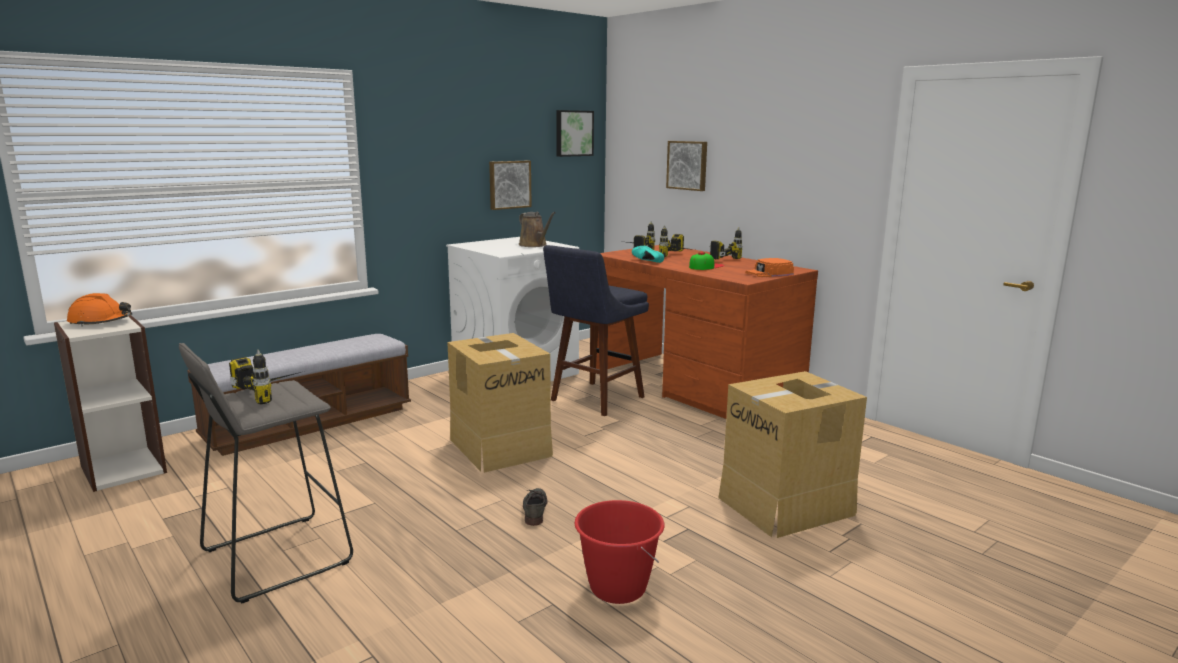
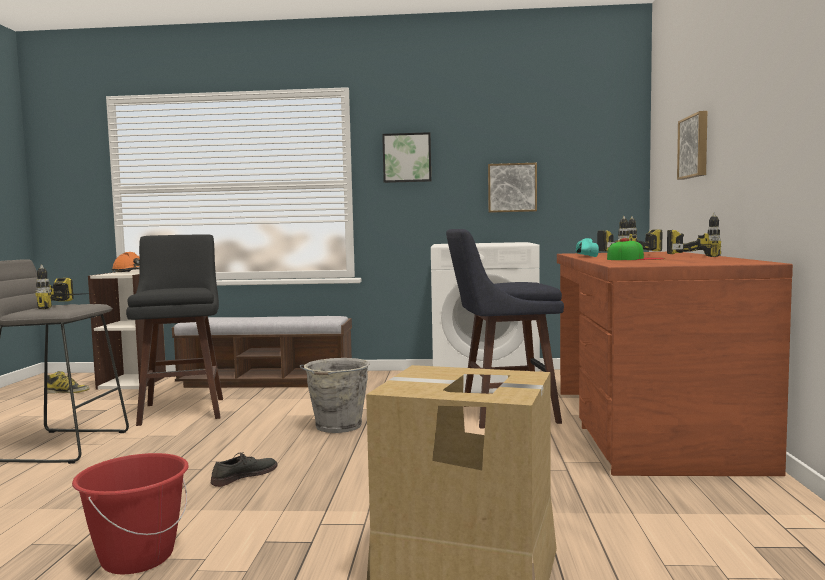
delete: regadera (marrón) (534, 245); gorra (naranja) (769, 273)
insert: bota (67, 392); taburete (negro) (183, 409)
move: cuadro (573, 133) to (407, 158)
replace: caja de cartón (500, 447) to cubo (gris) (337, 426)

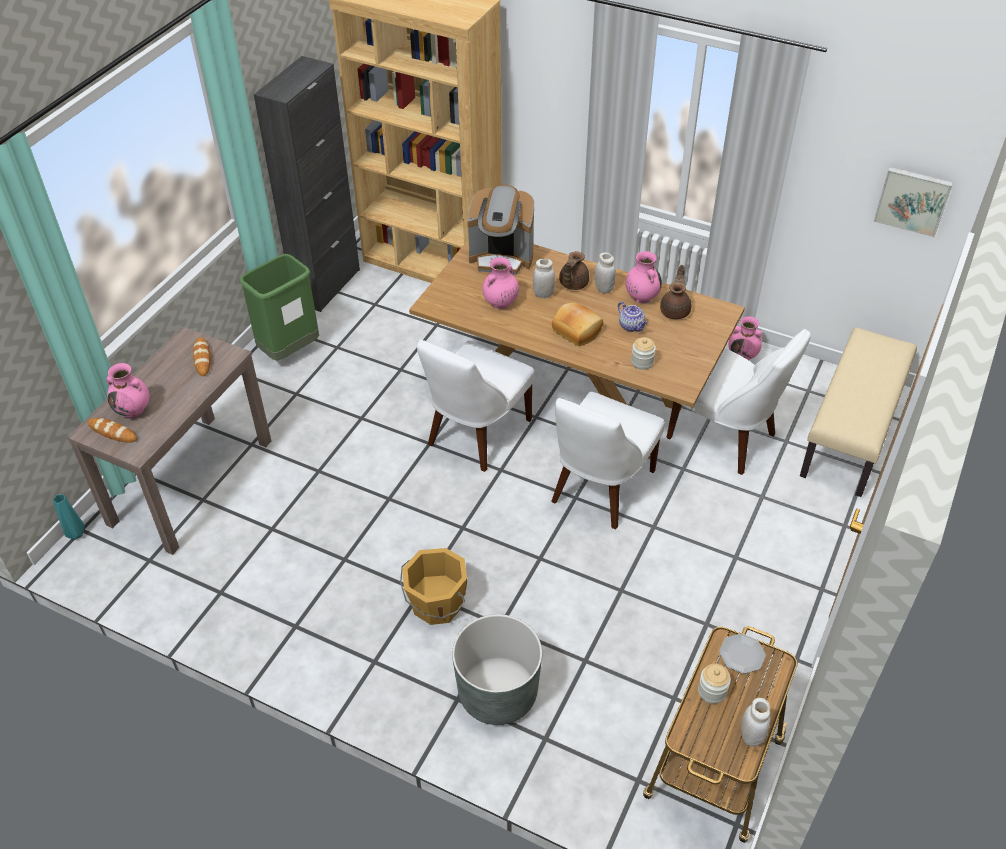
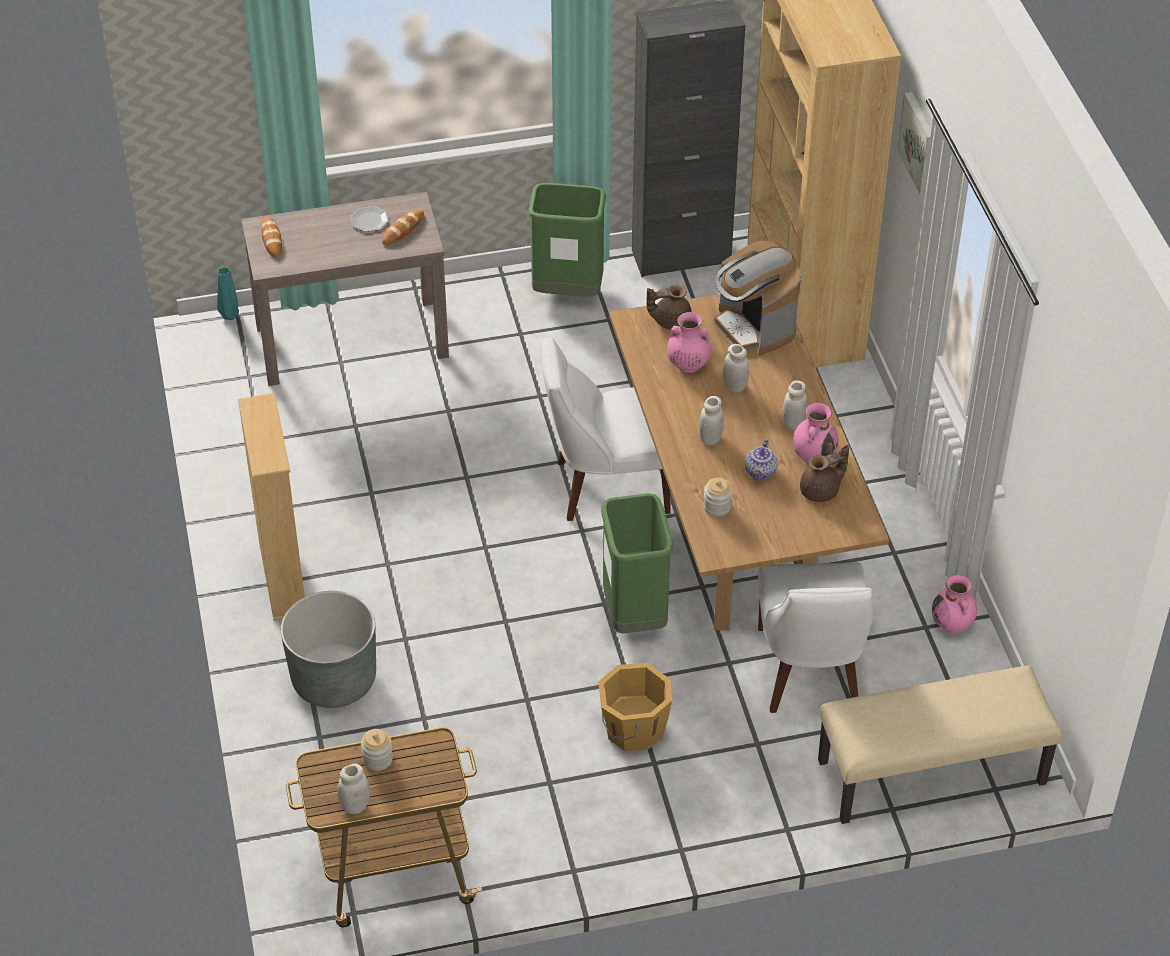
delete: florero (rosa) (133, 410)
insert: estantería (beis) (283, 579)
move: cubo (naranja) (436, 604) to (633, 728); tetera (marrón) (572, 284) to (670, 320); plato (741, 655) to (369, 220); cuadro (913, 200) to (920, 142)
replace: silla (blanco) (600, 489) to papelera (verde) (634, 615); pan (577, 330) to tarro (blanco) (710, 438)

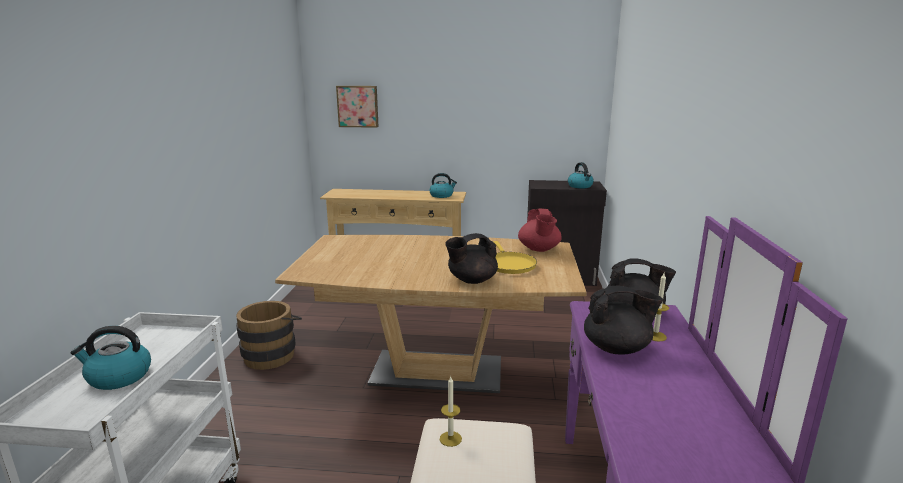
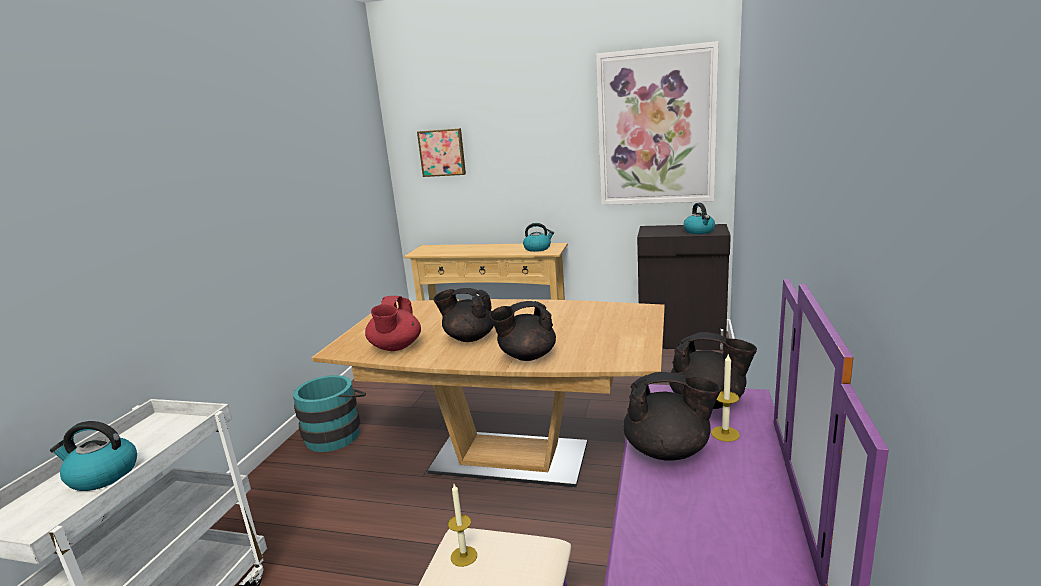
delete: sartén (amarillo) (509, 264)
insert: tetera (negro) (469, 338); cuadro (656, 128)
move: tetera (rojo) (539, 249) to (395, 347)
recolor: cubo (marrón) (272, 354) to cubo (turquesa) (336, 433)

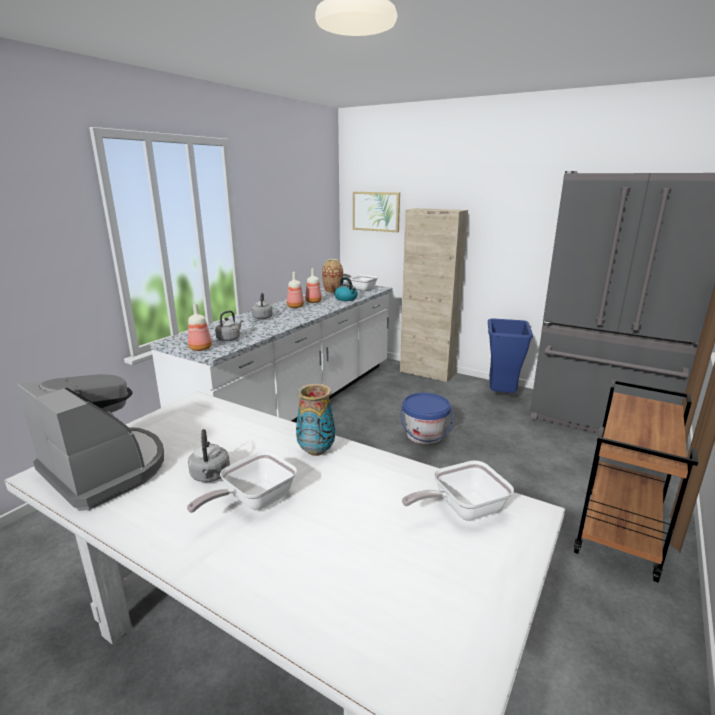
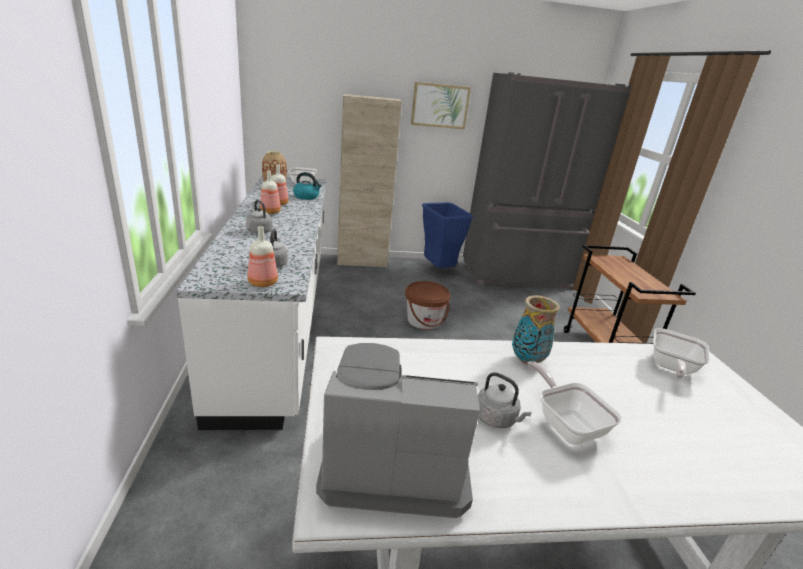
move: cuadro (376, 211) to (440, 105)
recolor: cubo (azul) (424, 435) to cubo (marrón) (424, 321)
rotate: sartén (253, 501) = (566, 424) 150 degrees clockwise

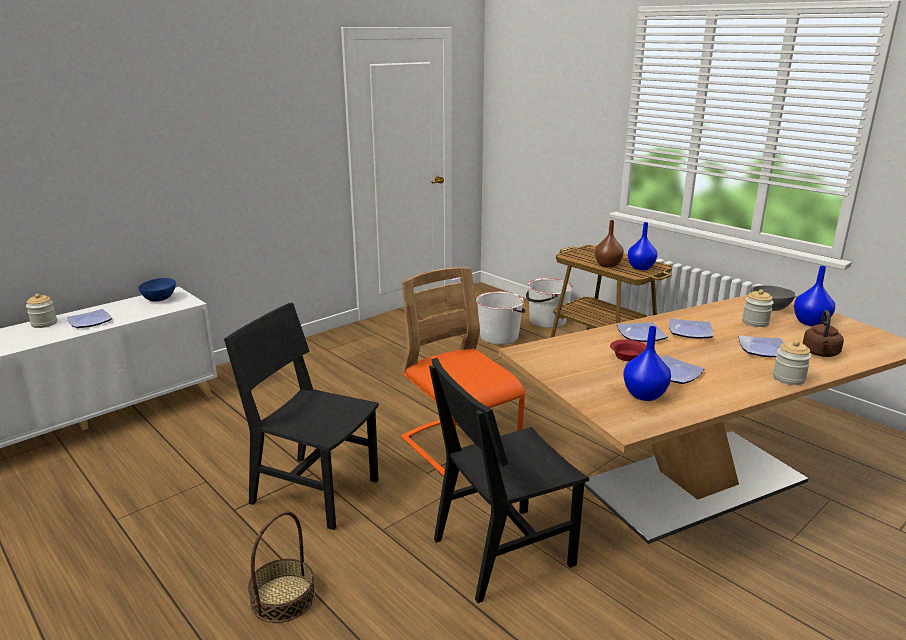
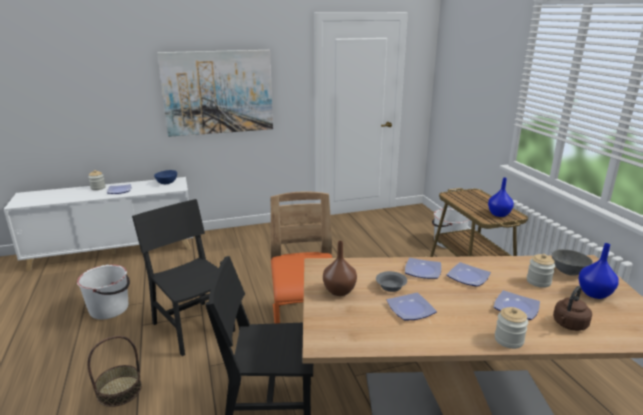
delete: florero (azul) (643, 395)
insert: cuadro (218, 92)
move: cubo (blanco) (499, 336) to (110, 309); florero (marrón) (607, 265) to (338, 291)
recolor: cuenco (rojo) (627, 357) to cuenco (gris) (390, 286)

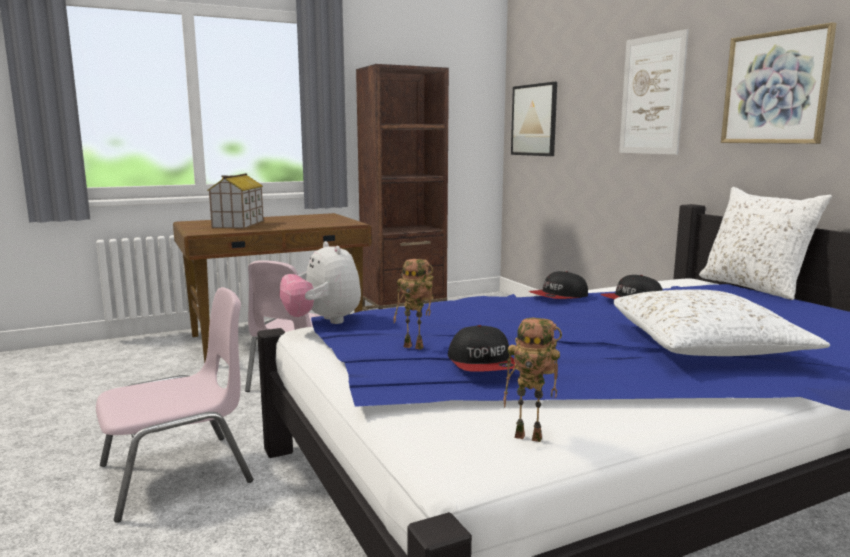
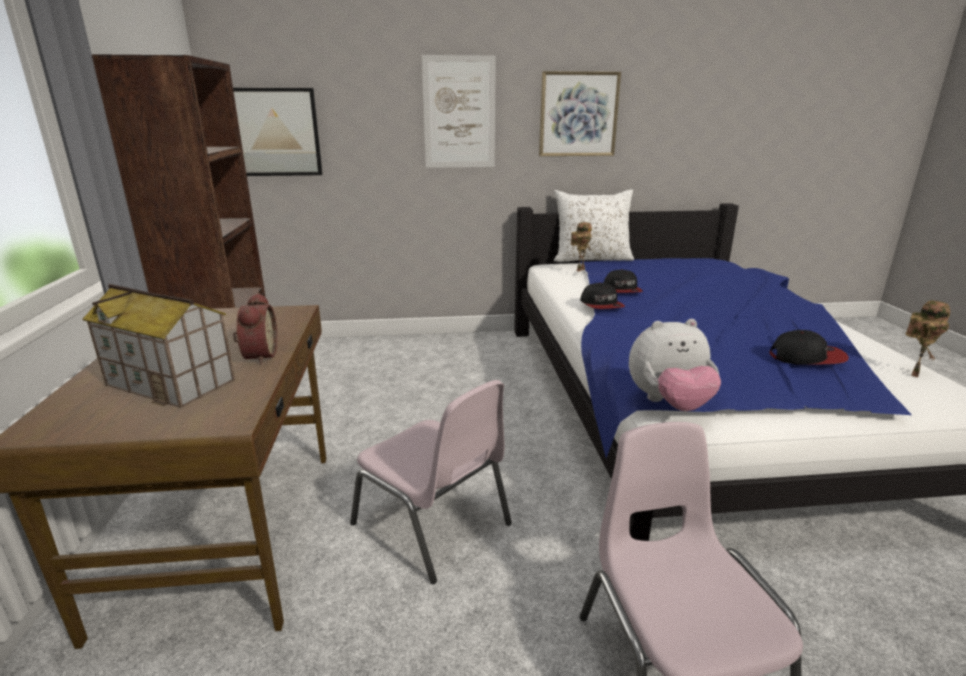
delete: cojín (blanco) (706, 346)
insert: despertador (258, 356)
move: robot de juguete (415, 346) to (580, 269)

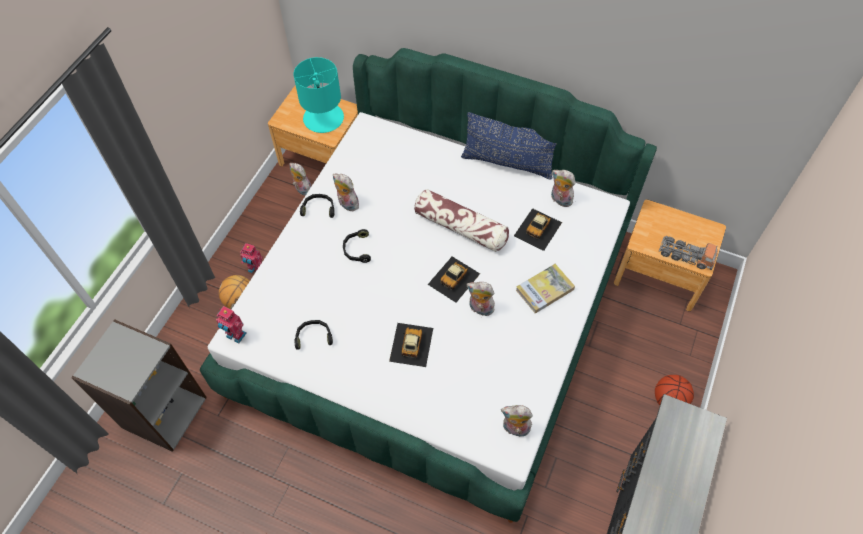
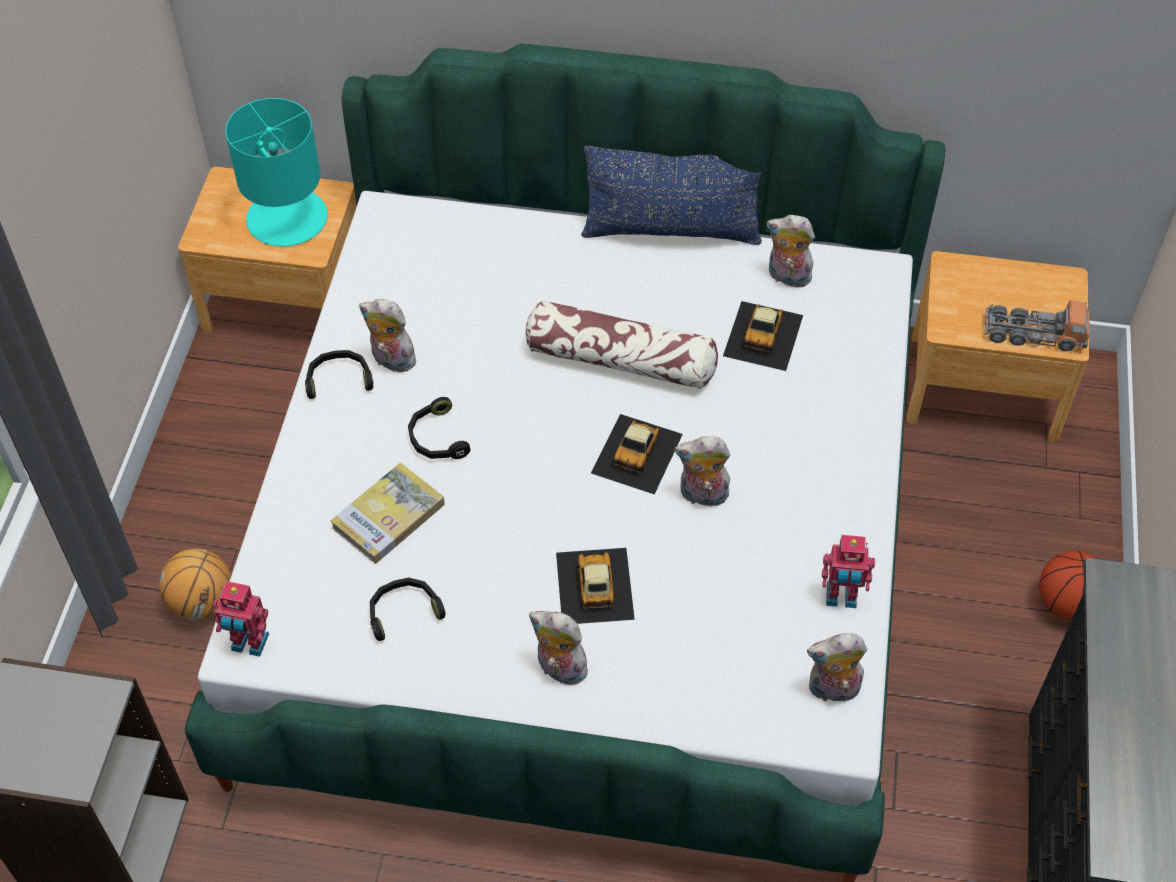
move: robot de juguete (255, 270) to (841, 597); peluche (302, 189) to (558, 669); libro (544, 289) to (388, 516)

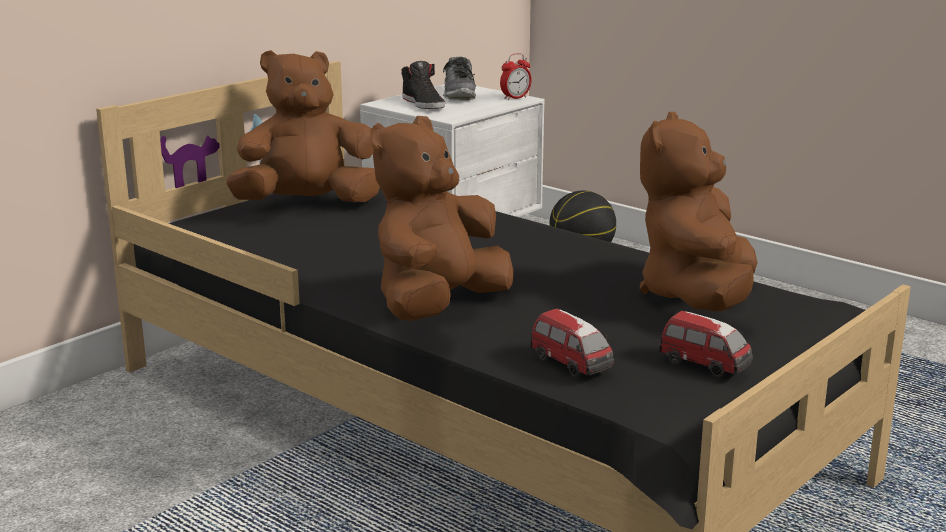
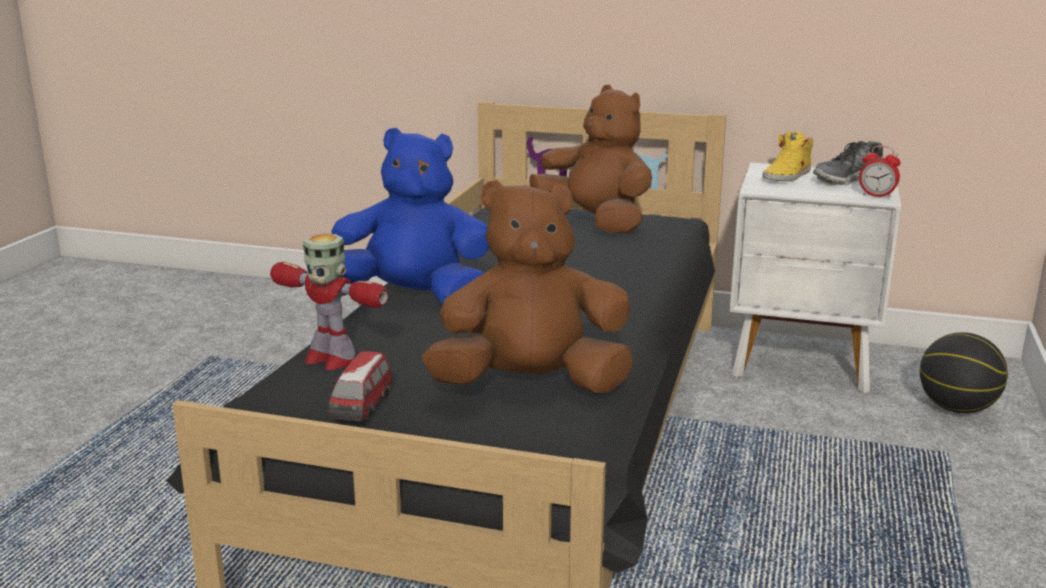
replace: coche de juguete (572, 364) to robot de juguete (330, 359)
recolor: peluche (marrón) (438, 307) to peluche (azul) (413, 298); zapato (negro) (424, 104) to zapato (amarillo) (787, 176)

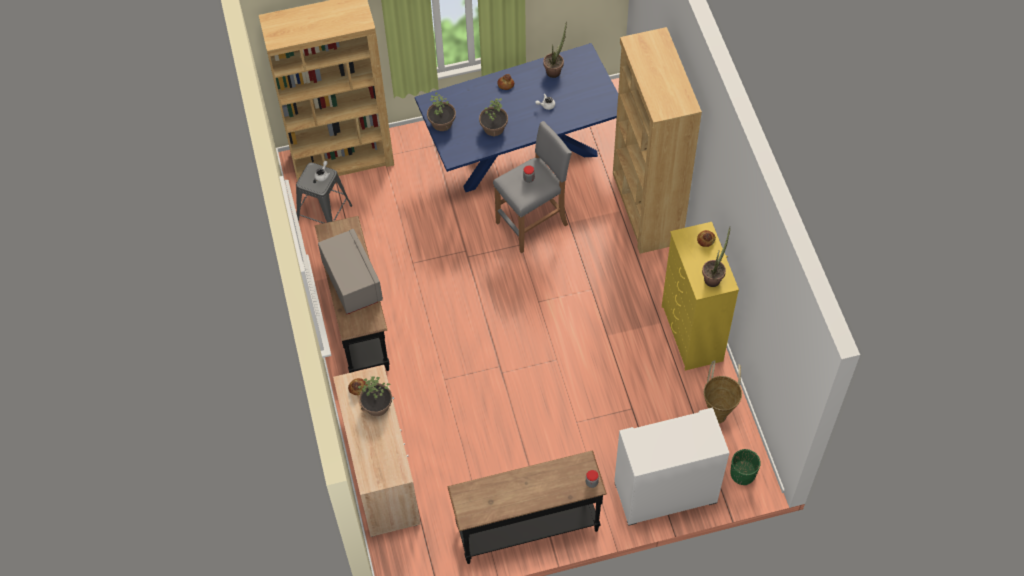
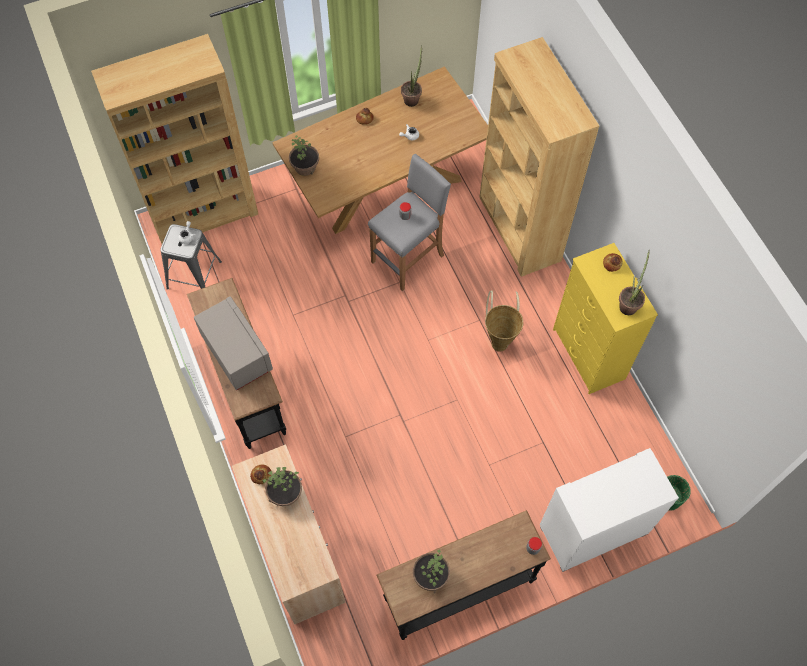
move: planta en maceta (493, 128) to (430, 576); cesta (718, 412) to (499, 340)
recolor: mesa de comedor (azul) (521, 152) to mesa de comedor (marrón) (385, 186)

